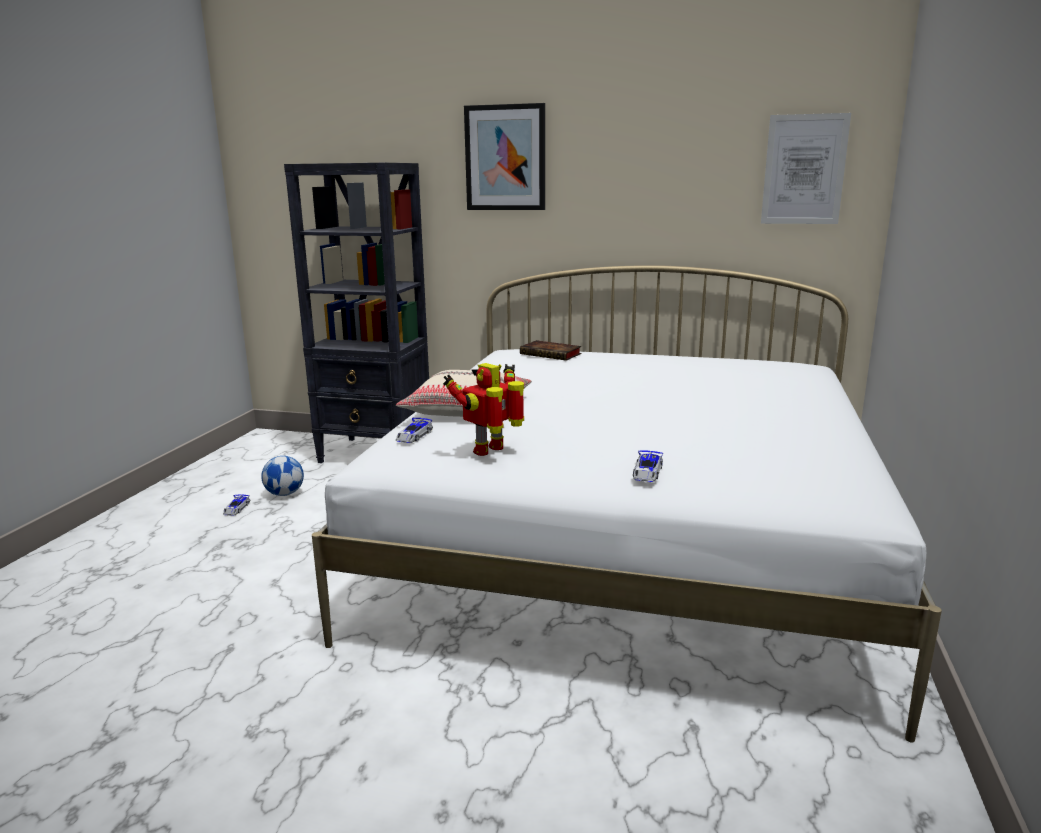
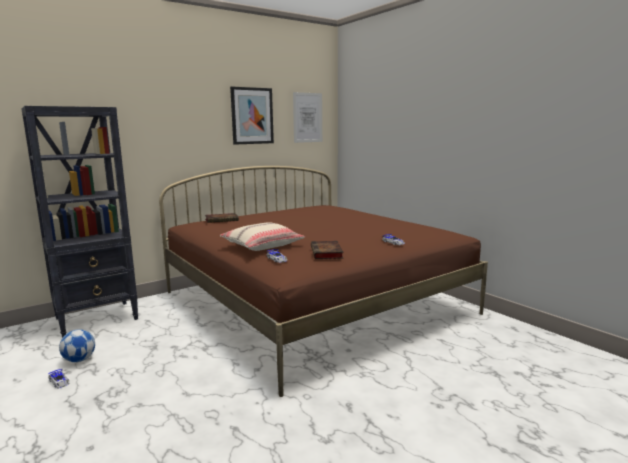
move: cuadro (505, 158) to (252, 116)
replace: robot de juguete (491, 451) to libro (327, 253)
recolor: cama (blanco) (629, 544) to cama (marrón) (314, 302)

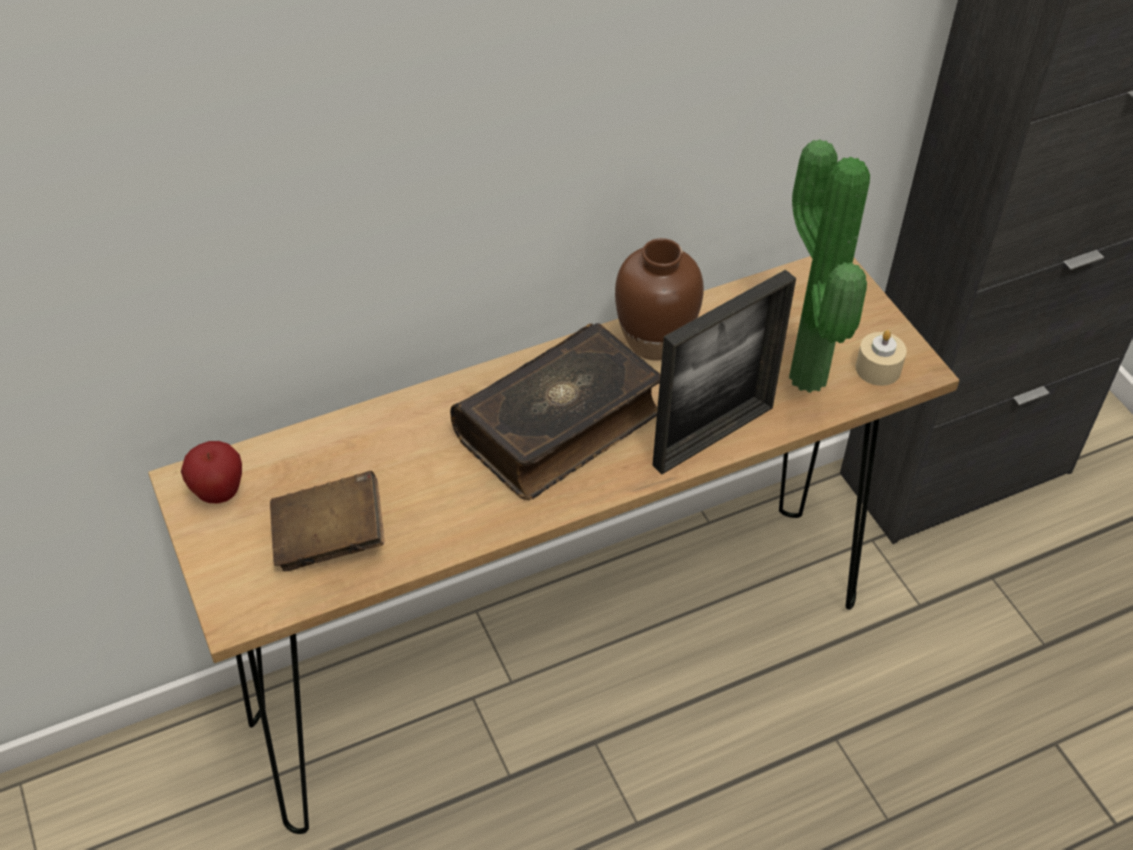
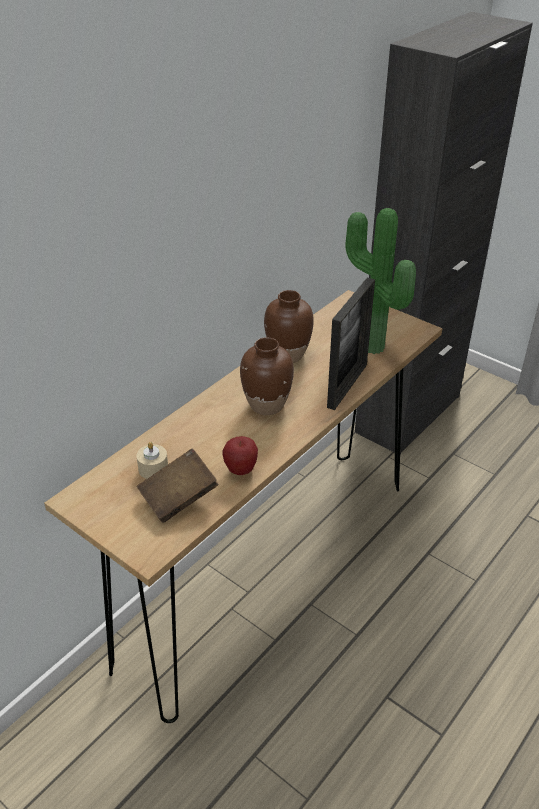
move: manzana (219, 493) to (240, 470); vela (beis) (878, 369) to (153, 469)
replace: libro (560, 426) to florero (marrón) (267, 405)

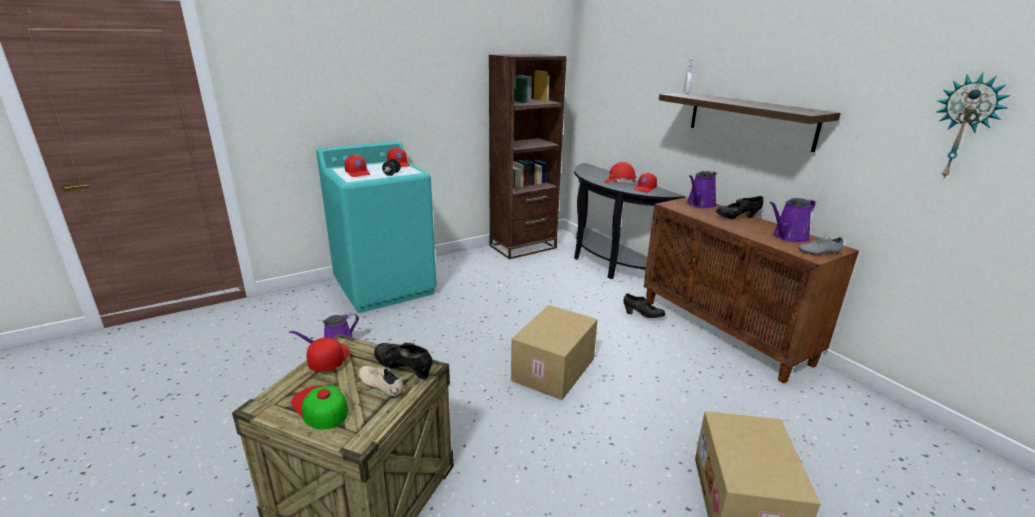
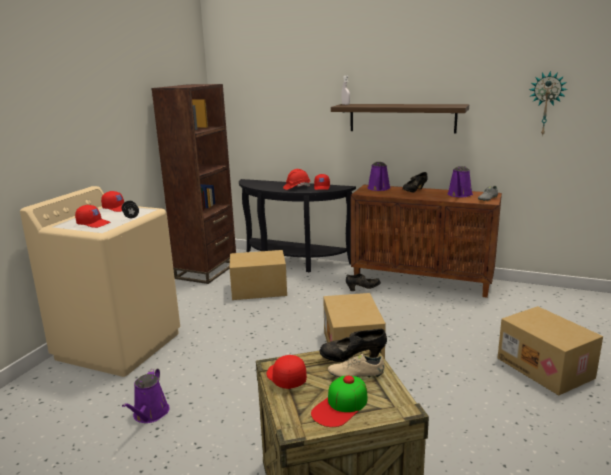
insert: caja de cartón (258, 290)
recolor: lavadora (turquesa) (385, 286) to lavadora (beis) (119, 345)
rotate: gorra (320, 407) = (340, 406) 60 degrees counterclockwise

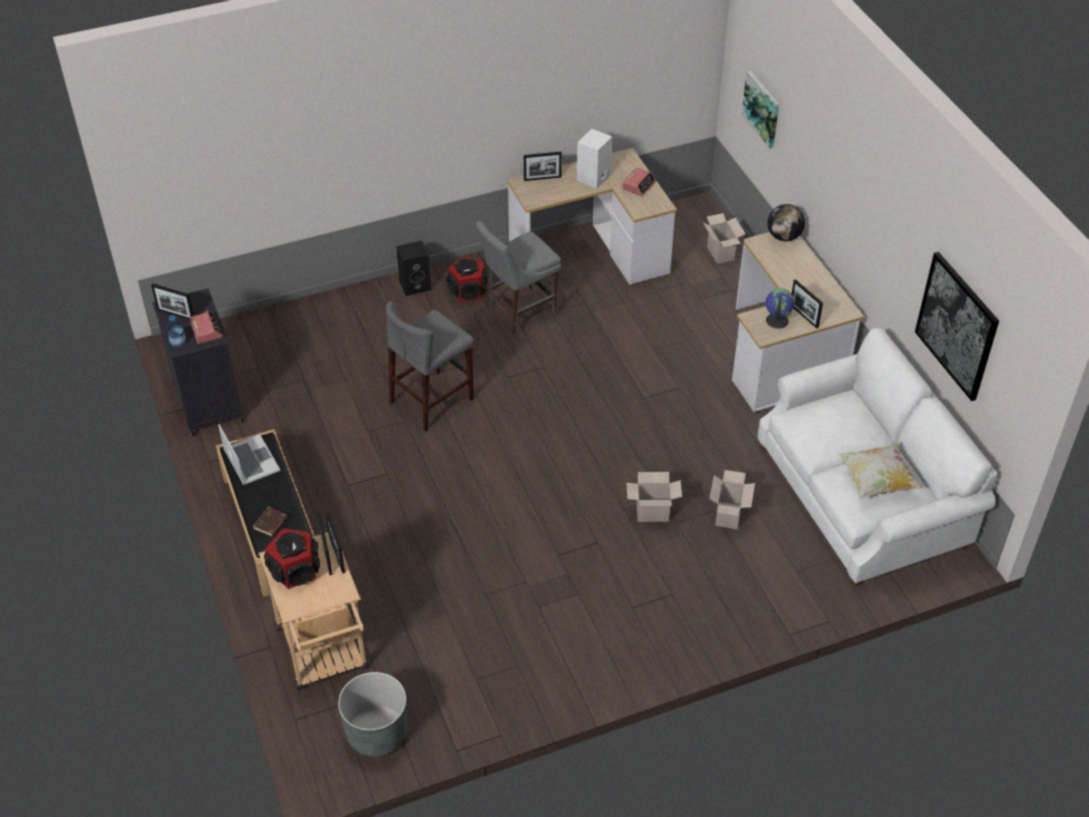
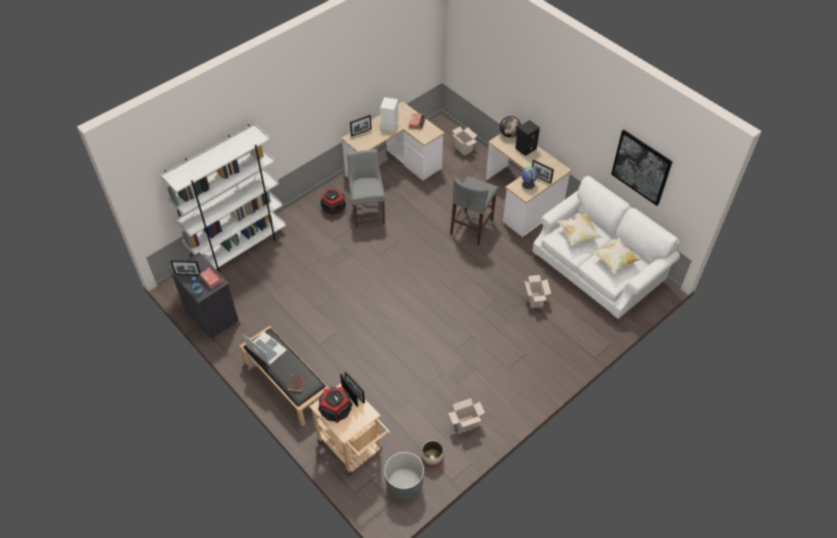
delete: cuadro (762, 108)
insert: estantería (blanco) (240, 249); maceta (432, 458); cojín (577, 235)
move: taburete (gris) (432, 401) to (472, 227); altavoz (negro) (415, 285) to (526, 148); caja de cartón (651, 513) to (465, 424)
rotate: silla (gris) (518, 311) = (368, 213) 135 degrees clockwise

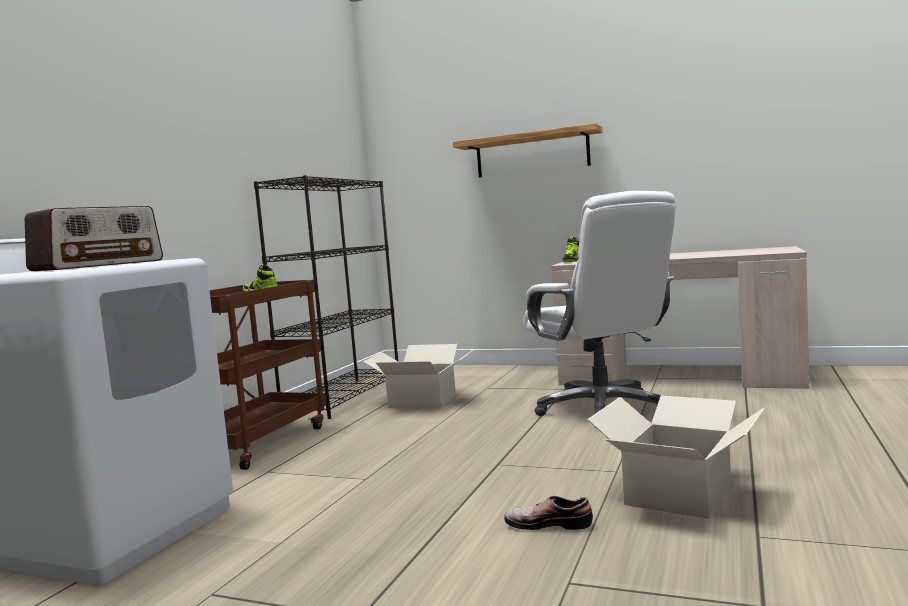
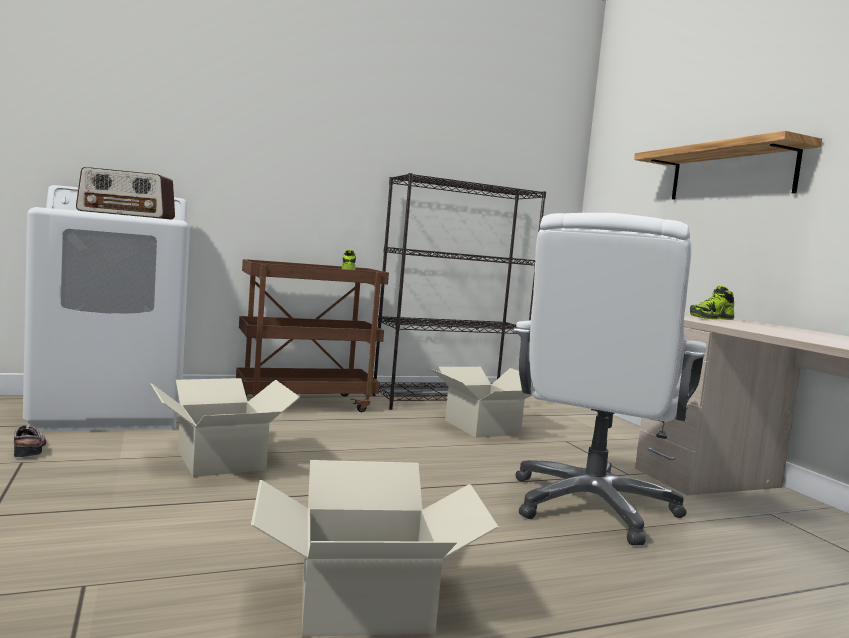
insert: caja de cartón (222, 459)
move: zapato (548, 523) to (30, 448)

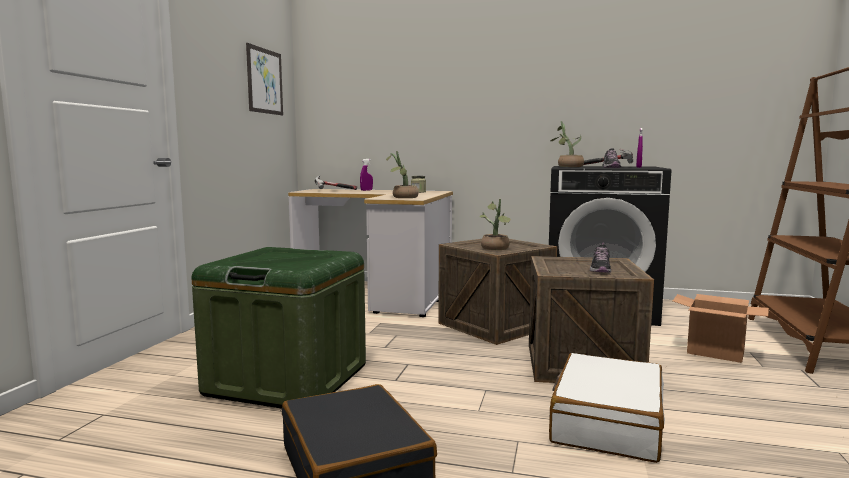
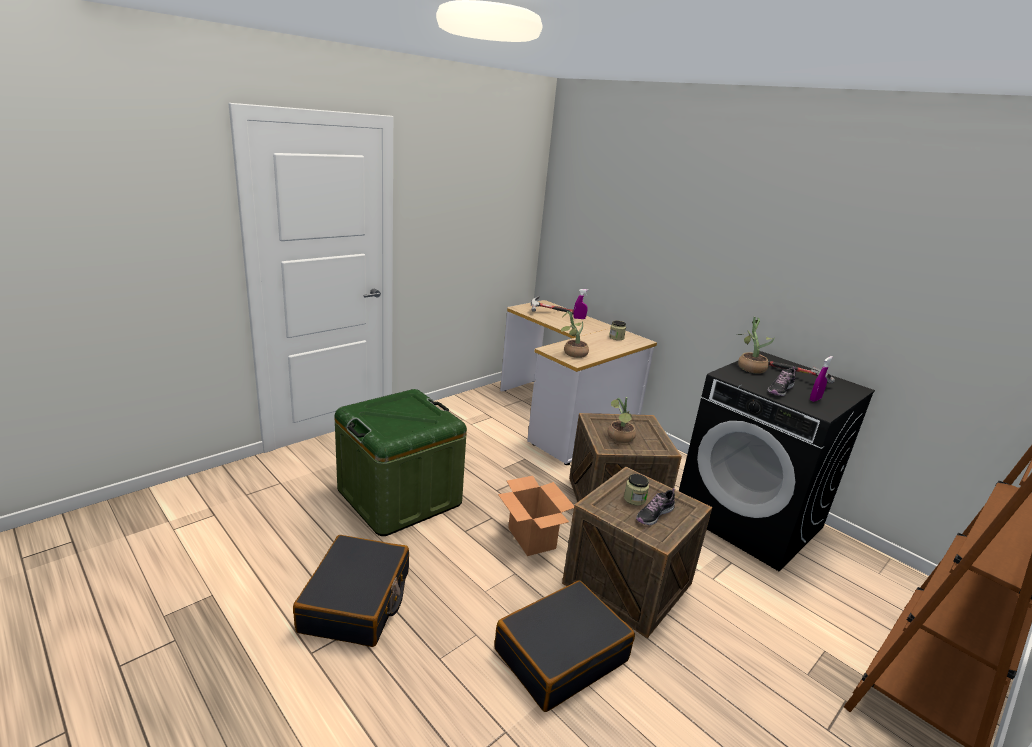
delete: cuadro (265, 81)
insert: tarro (634, 499)
move: caja de cartón (716, 352) to (532, 538)
recolor: maleta (blanco) (606, 422) to maleta (negro) (560, 654)

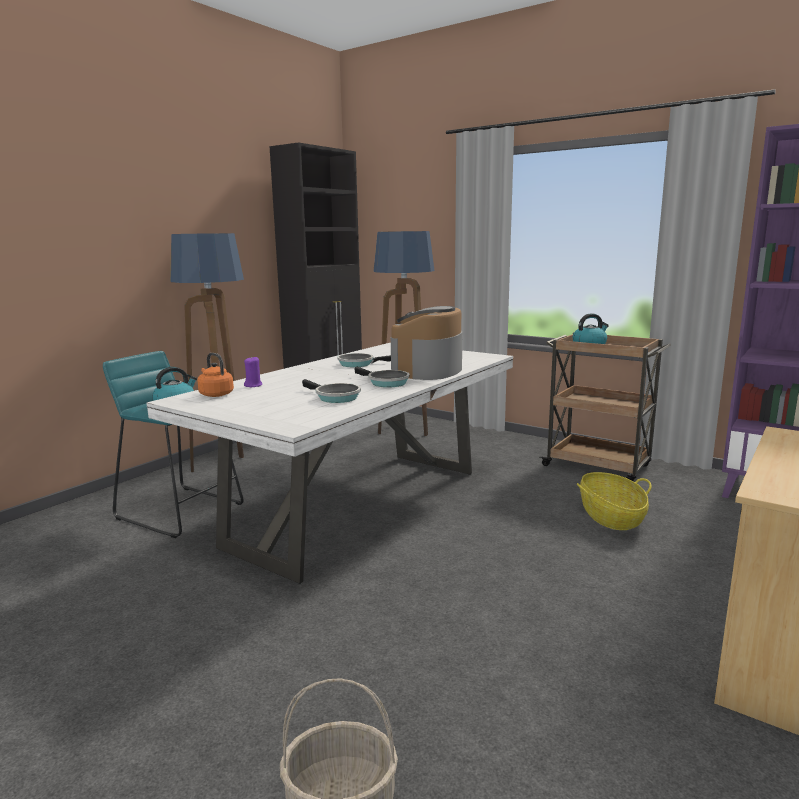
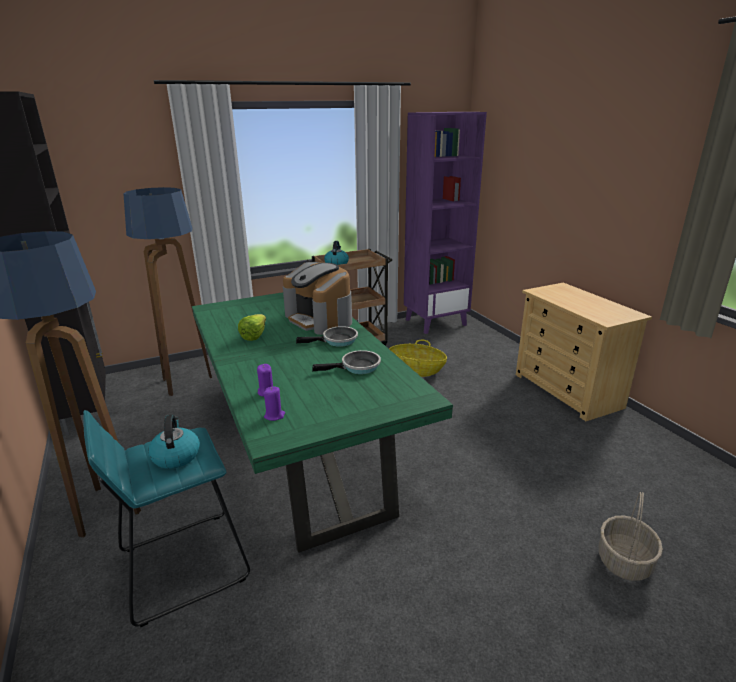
replace: hervidor (naranja) (215, 394) to vela (morado) (274, 416); sartén (359, 364) to lechuga (256, 335)
recolor: mesa de comedor (blanco) (360, 507) to mesa de comedor (verde) (305, 451)

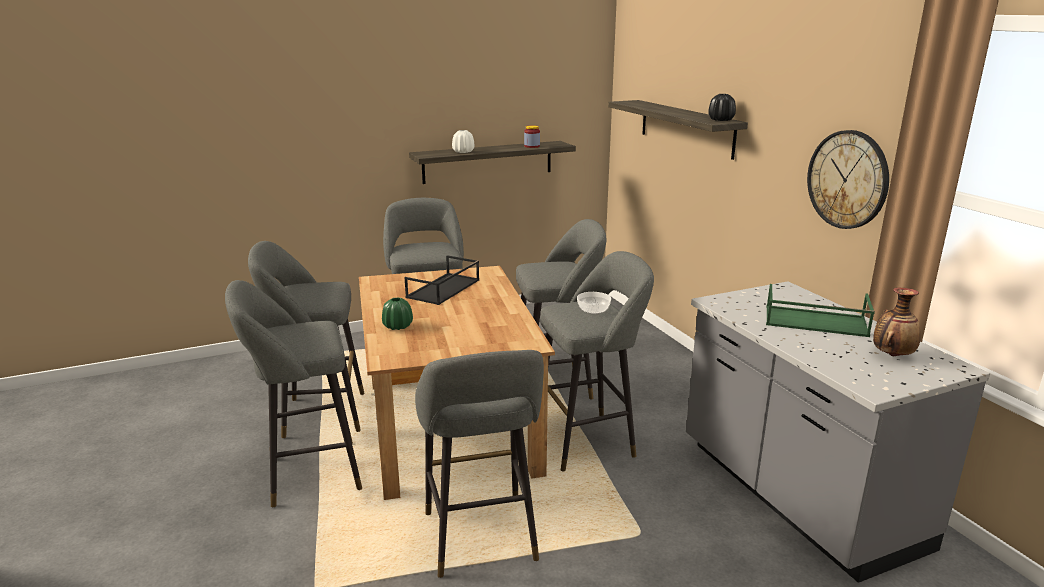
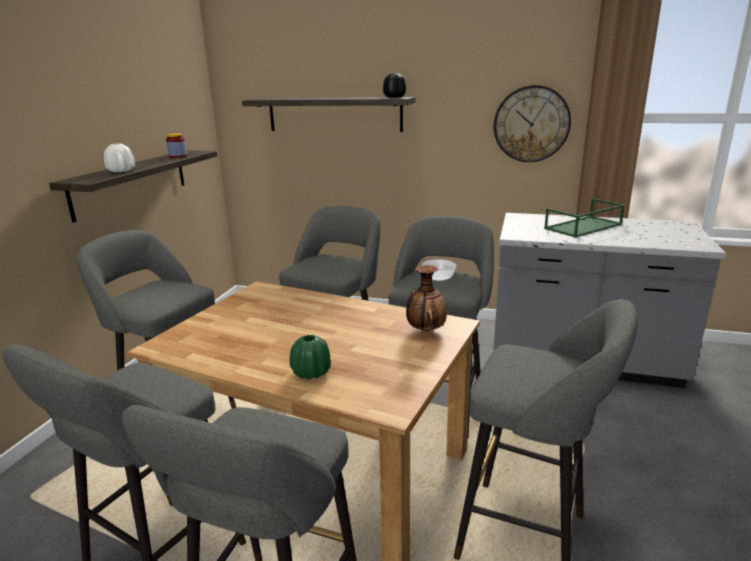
delete: bandeja (negro) (443, 289)
move: florero (892, 355) to (425, 330)

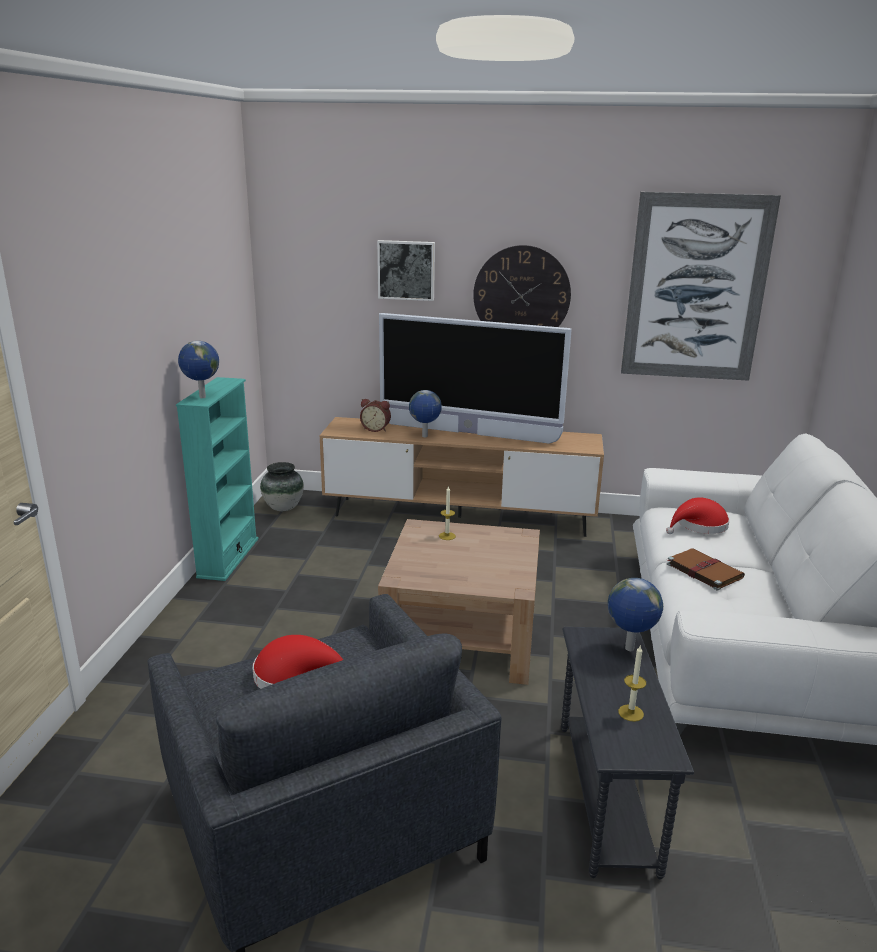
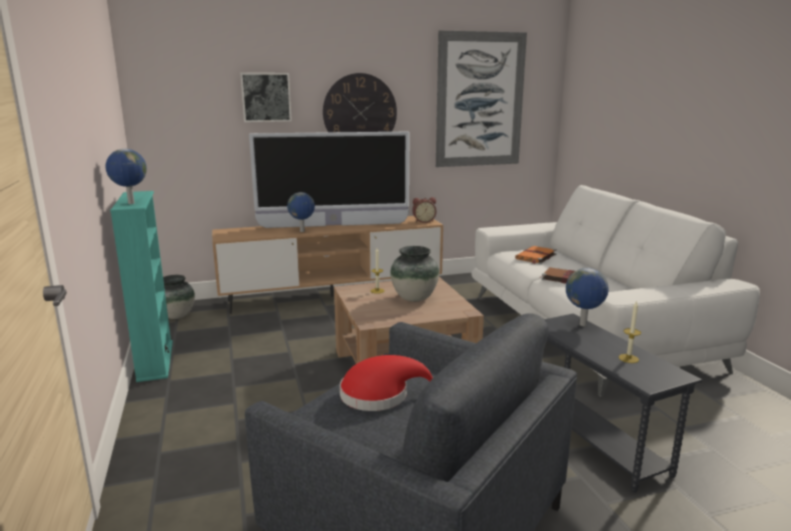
insert: florero (414, 298)
move: despertador (376, 429) to (423, 221)
replace: sombrero (rojo) (699, 526) to libro (naranja) (535, 257)

